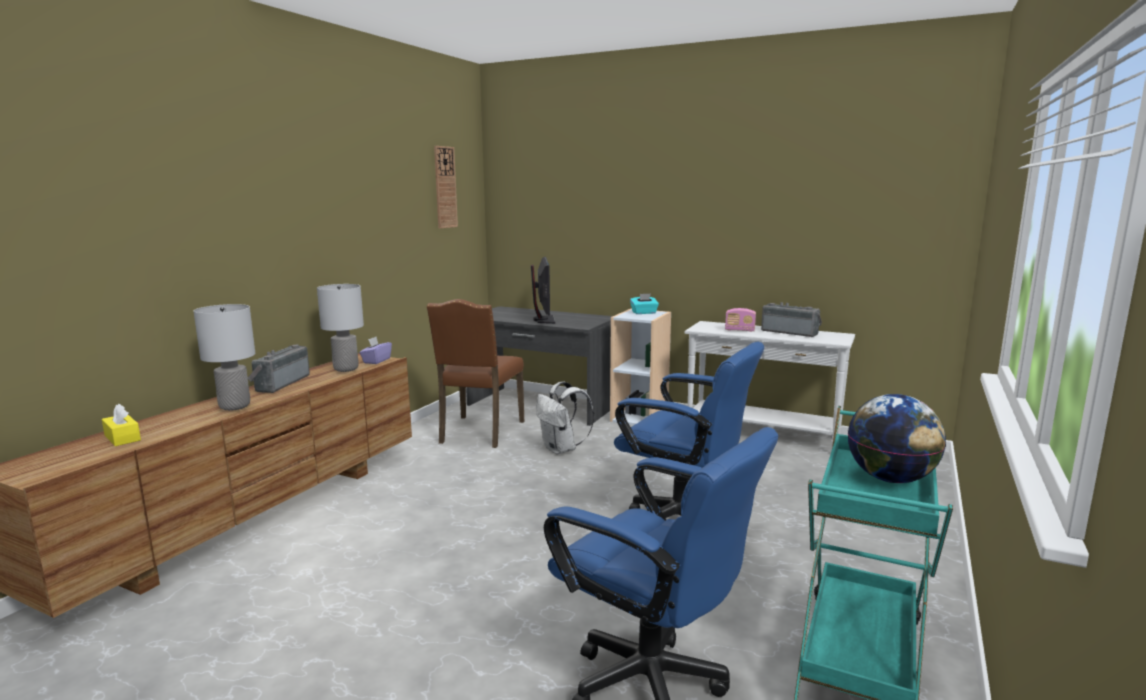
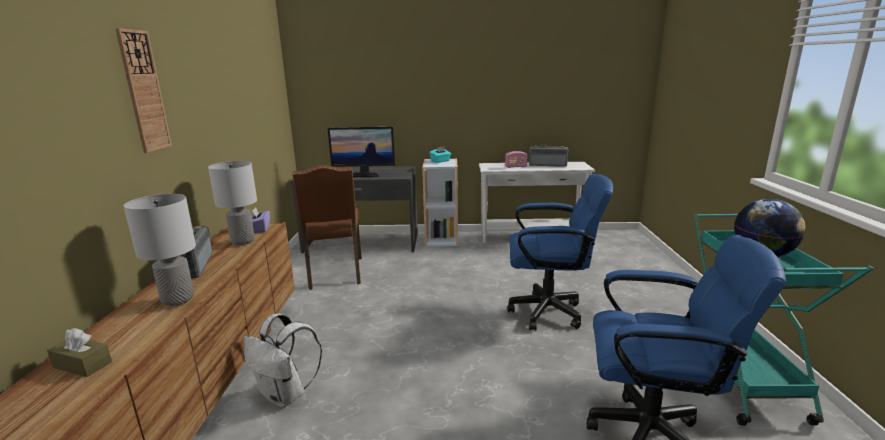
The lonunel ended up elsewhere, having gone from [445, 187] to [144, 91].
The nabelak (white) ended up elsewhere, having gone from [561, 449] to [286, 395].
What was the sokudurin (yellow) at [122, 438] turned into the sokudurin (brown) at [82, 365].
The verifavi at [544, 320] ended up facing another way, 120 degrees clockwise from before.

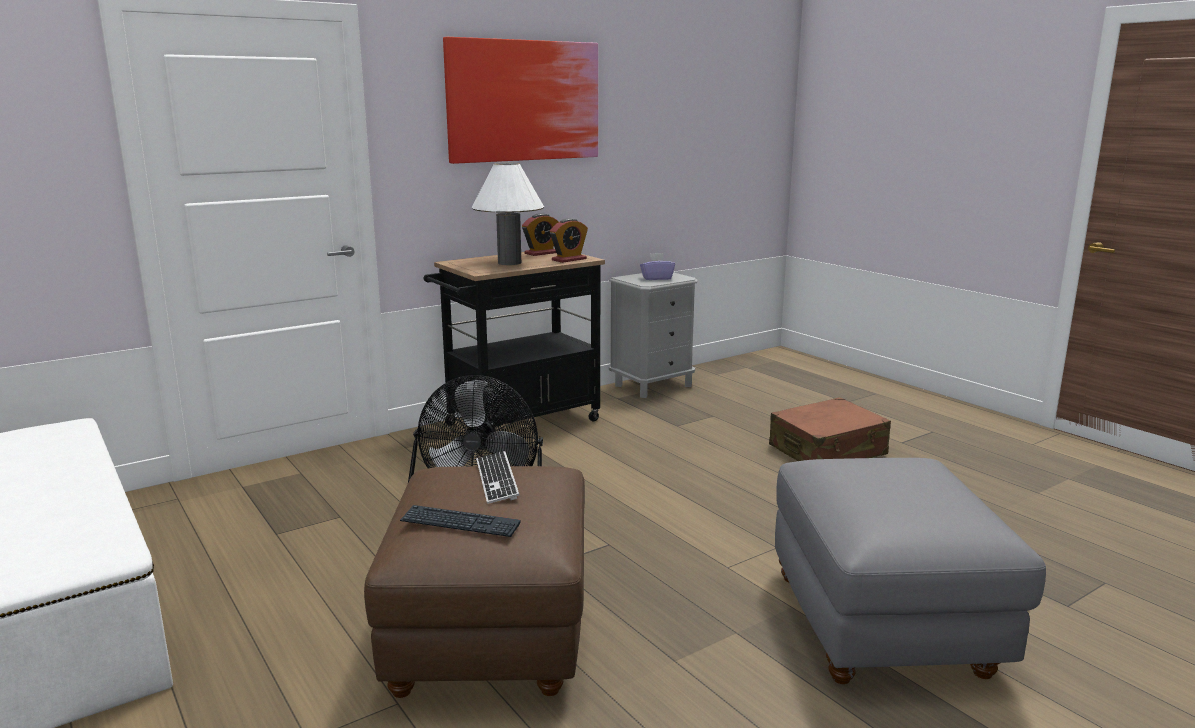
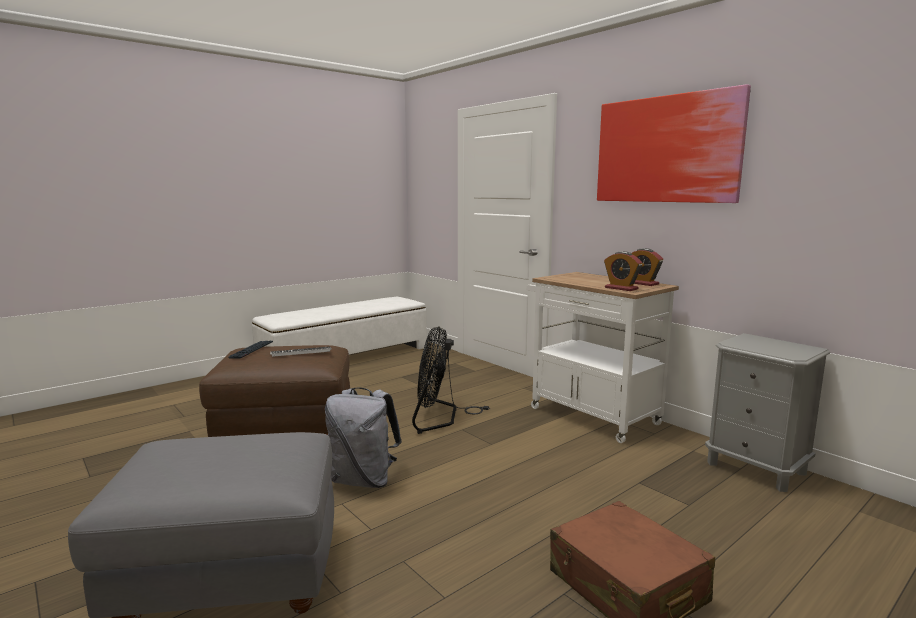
The second view lost the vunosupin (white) at [509, 263].
The second view lost the sokudurin (purple) at [656, 278].
The second view gained the nabelak (grey) at [364, 480].
What was the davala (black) at [518, 423] turned into the davala (white) at [590, 415].

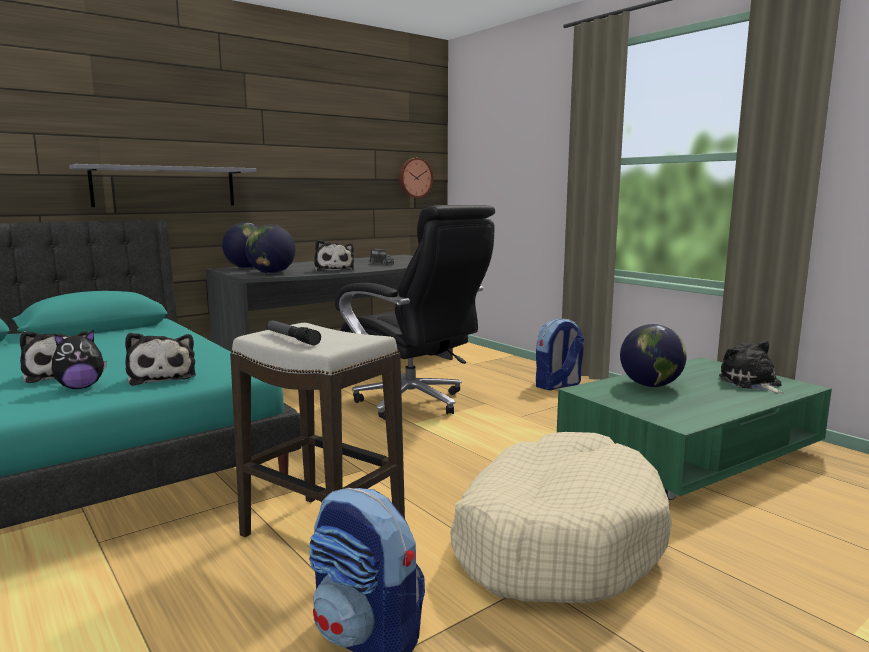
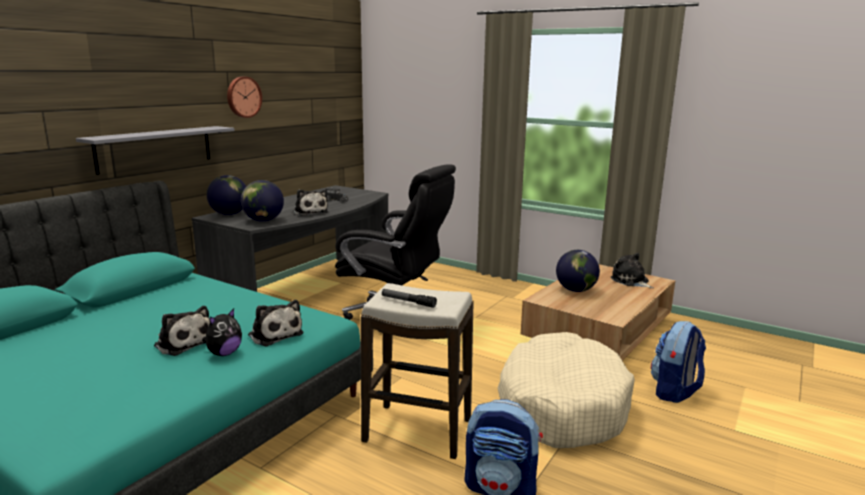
The lonunel ended up elsewhere, having gone from [414, 178] to [243, 97].
The nabelak ended up elsewhere, having gone from [557, 385] to [675, 392].
What was the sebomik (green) at [689, 453] turned into the sebomik (brown) at [598, 331].

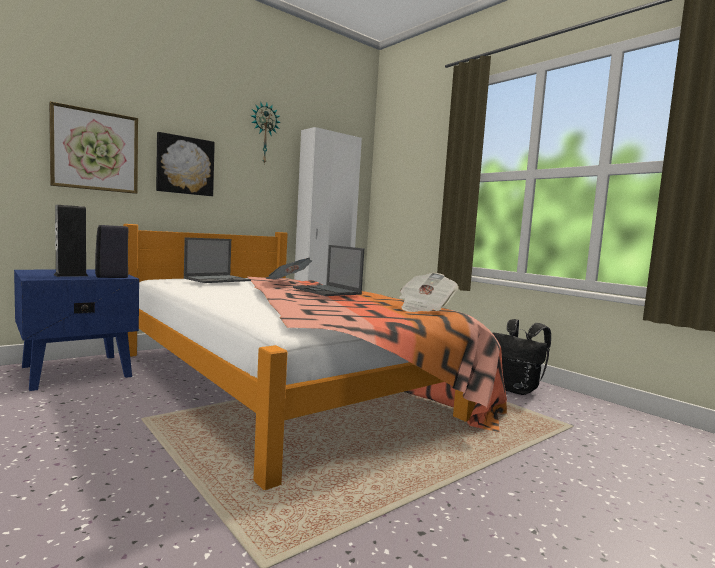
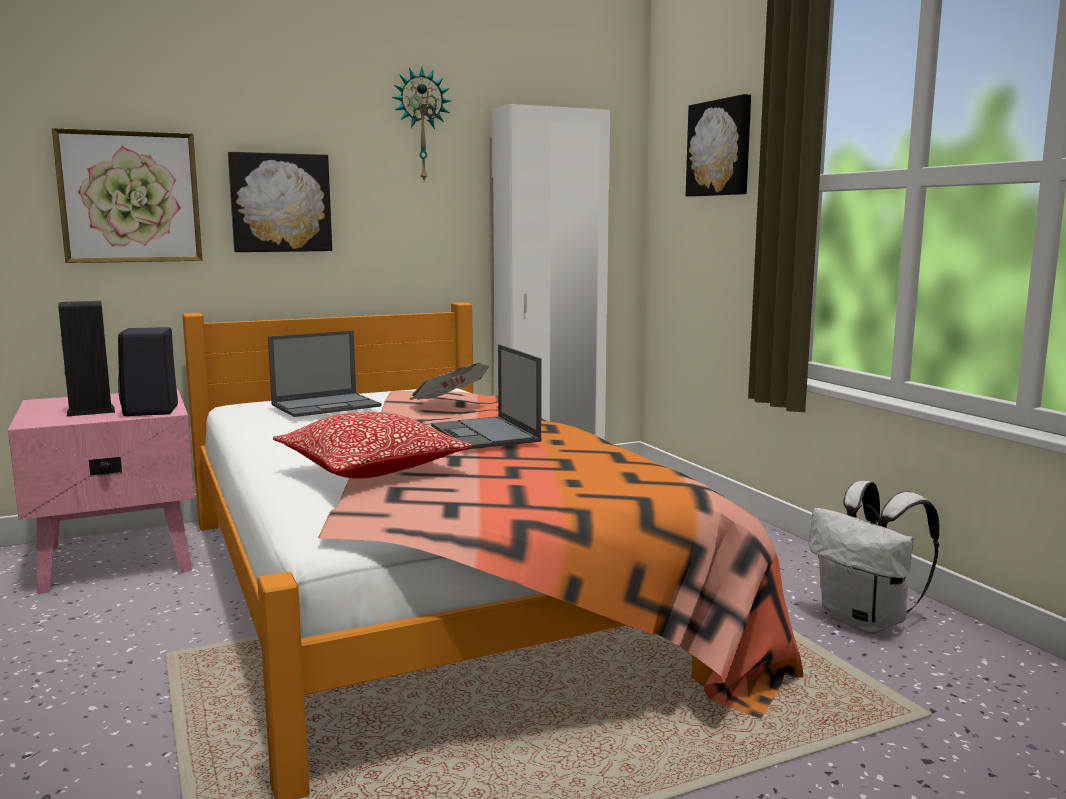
The second view lost the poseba at [424, 308].
The second view gained the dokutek at [371, 469].
The second view gained the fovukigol at [720, 148].
What was the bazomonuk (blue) at [77, 371] turned into the bazomonuk (pink) at [119, 558].
What was the nabelak (black) at [517, 390] turned into the nabelak (white) at [866, 621].

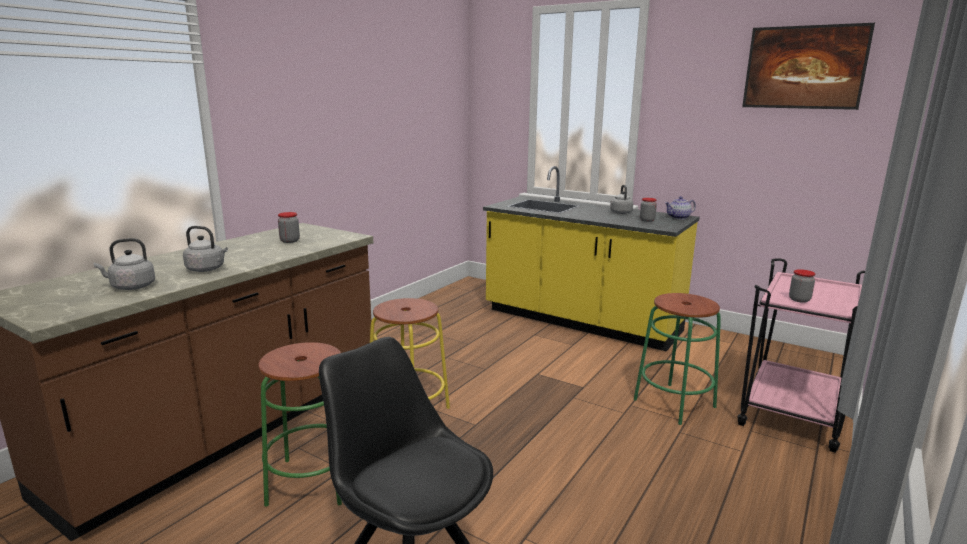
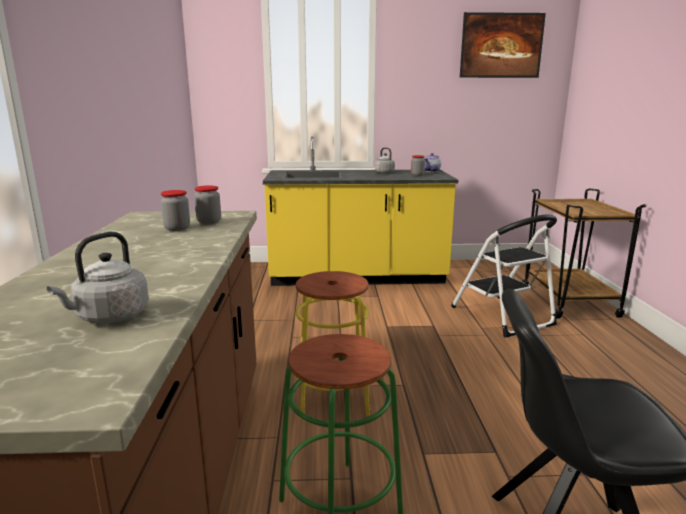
The second view lost the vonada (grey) at [207, 269].
The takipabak ended up elsewhere, having gone from [799, 300] to [209, 222].
Where the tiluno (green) stood at [674, 403], the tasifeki came to stand at [503, 317].
What was the davala (pink) at [791, 414] turned into the davala (brown) at [569, 302].

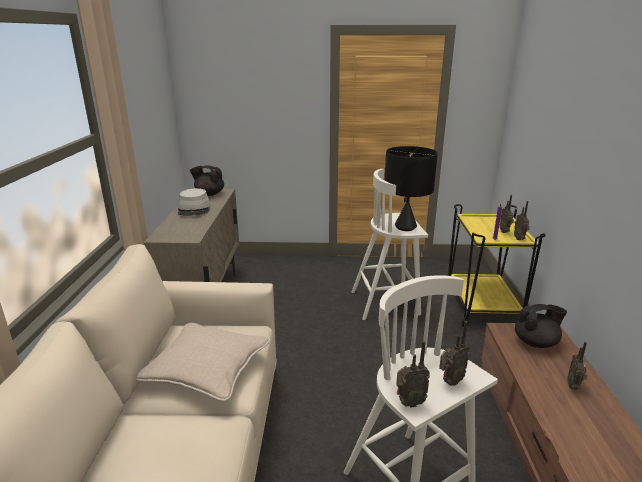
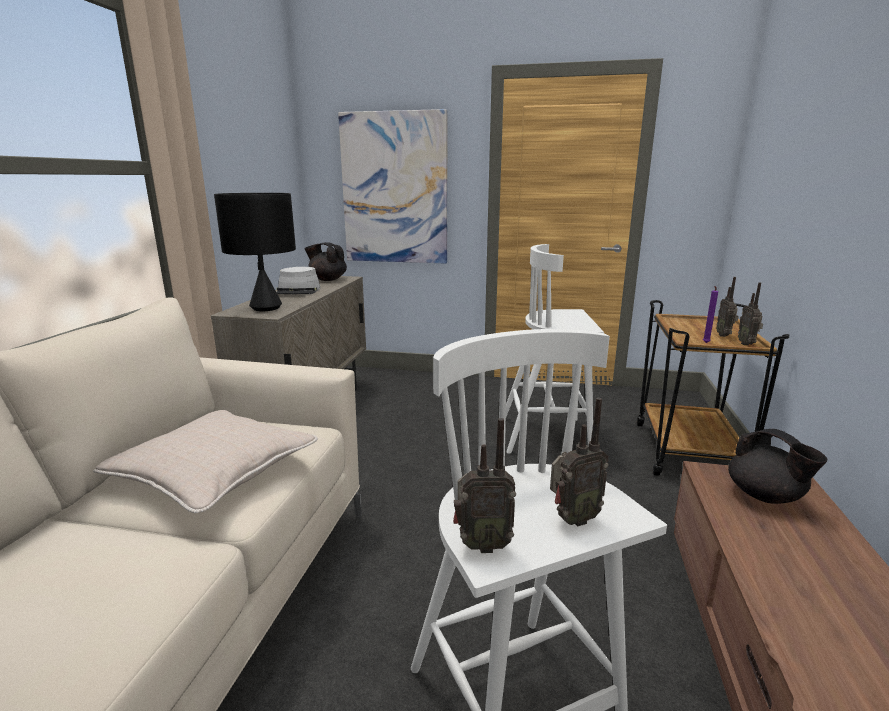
The second view lost the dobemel at [573, 386].
The second view gained the fovukigol at [395, 189].
The vunosupin (black) ended up elsewhere, having gone from [405, 228] to [266, 308].
What was the davala (yellow) at [481, 308] turned into the davala (brown) at [687, 453].
The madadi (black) at [536, 342] ended up facing another way, 60 degrees clockwise from before.

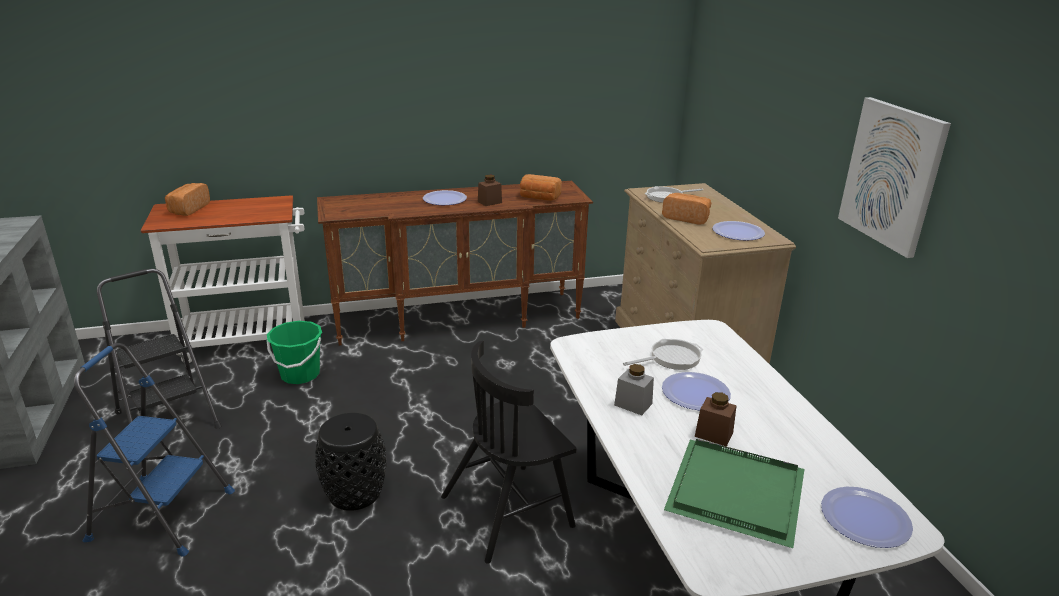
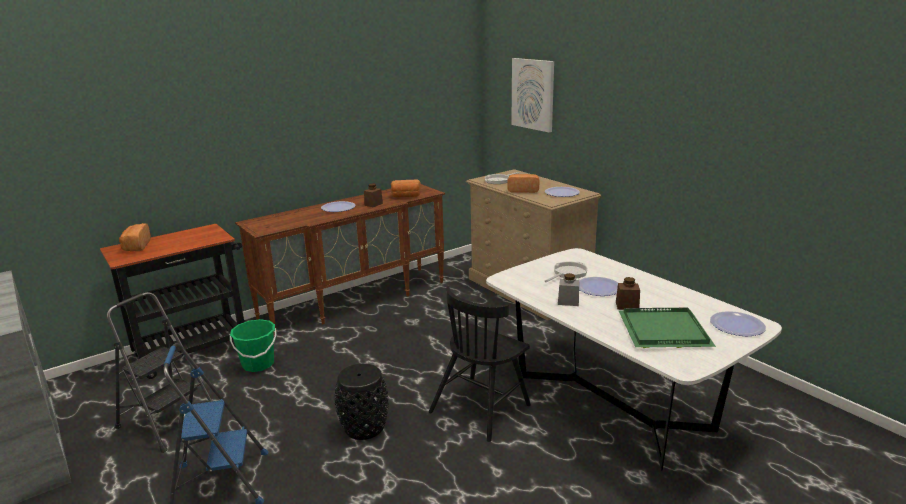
The fovukigol ended up elsewhere, having gone from [891, 175] to [533, 94].
What was the davala (white) at [248, 341] turned into the davala (black) at [194, 352].

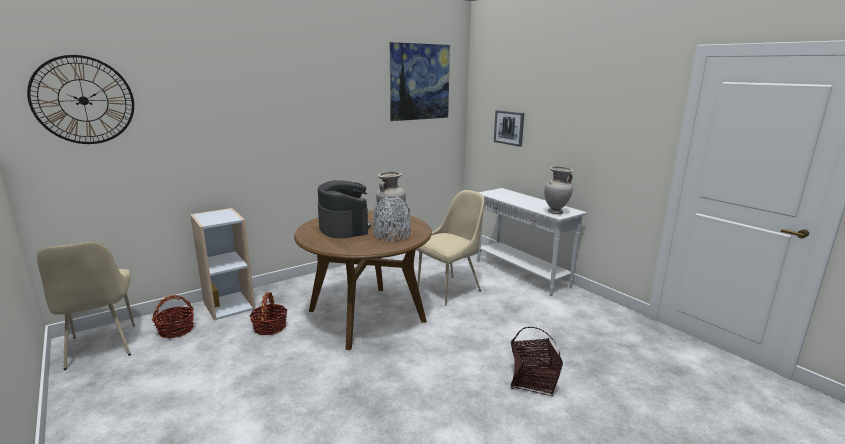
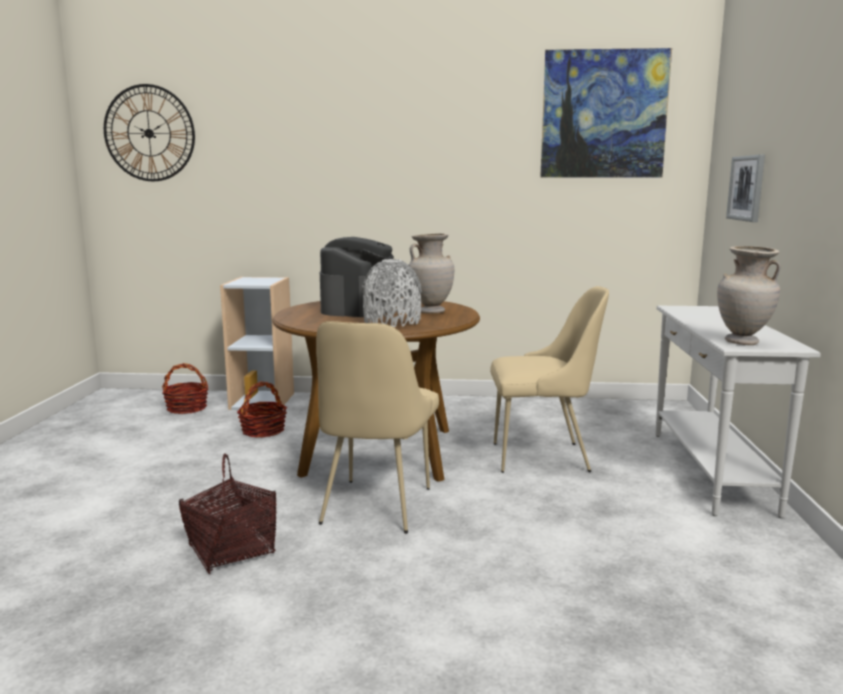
The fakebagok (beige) ended up elsewhere, having gone from [102, 346] to [377, 506].
The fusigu ended up elsewhere, having gone from [532, 380] to [231, 550].

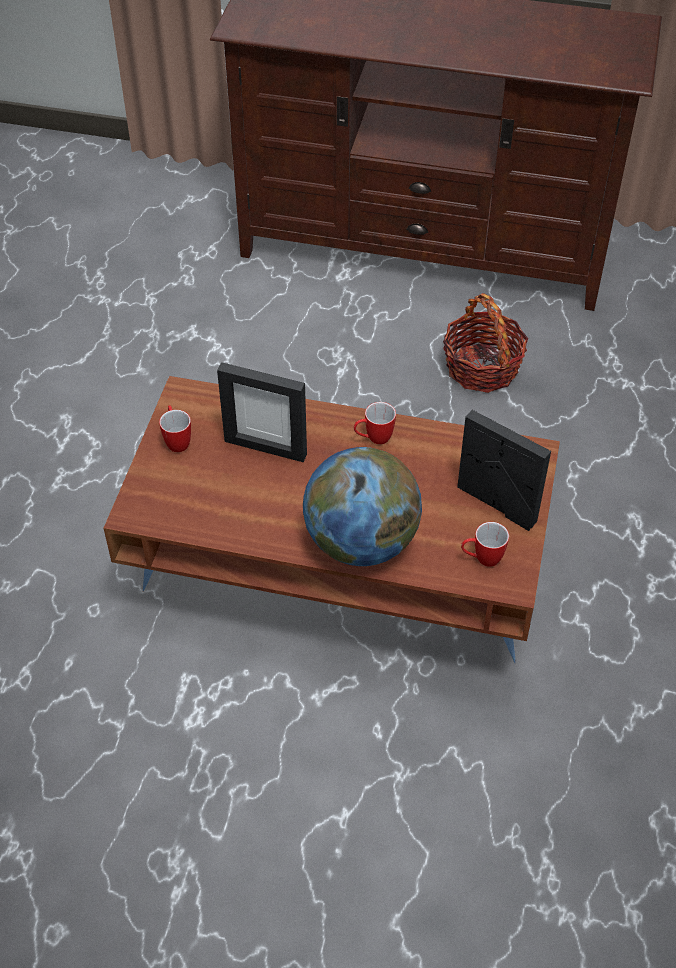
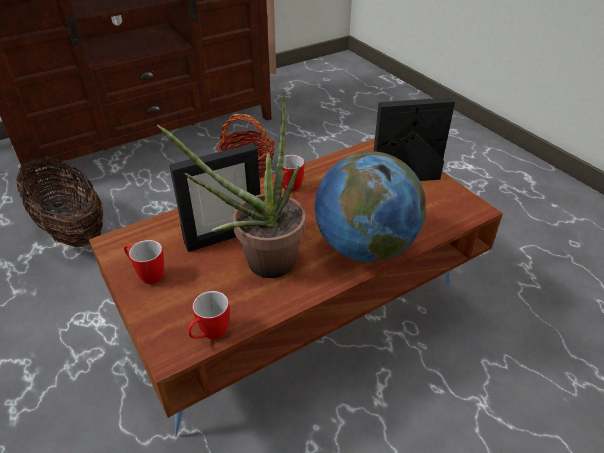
The second view gained the fusigu at [72, 230].
The second view gained the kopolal at [261, 265].
The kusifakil ended up elsewhere, having gone from [481, 559] to [210, 335].

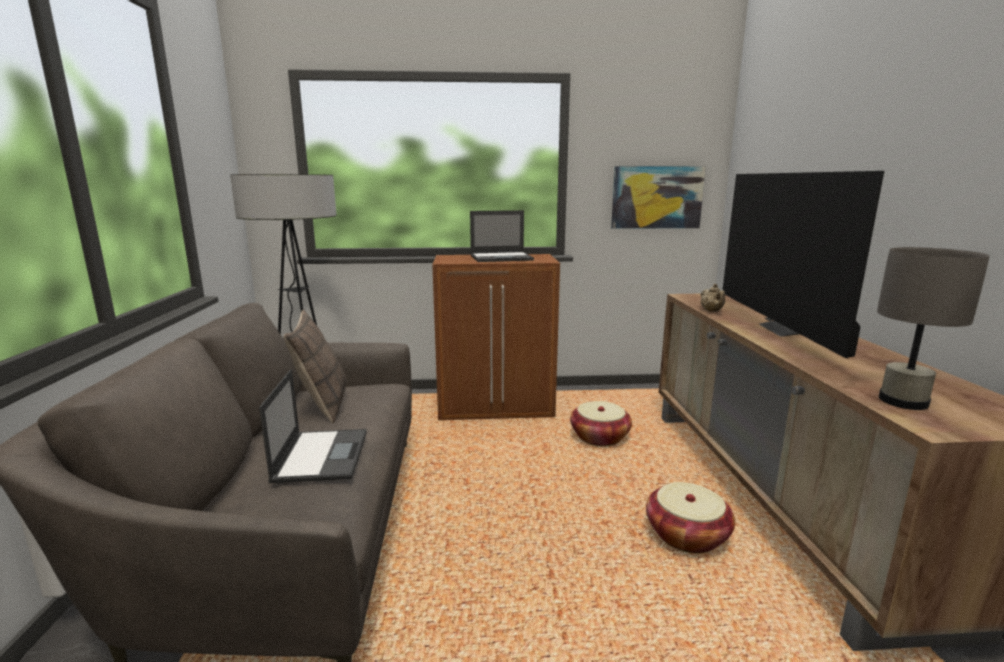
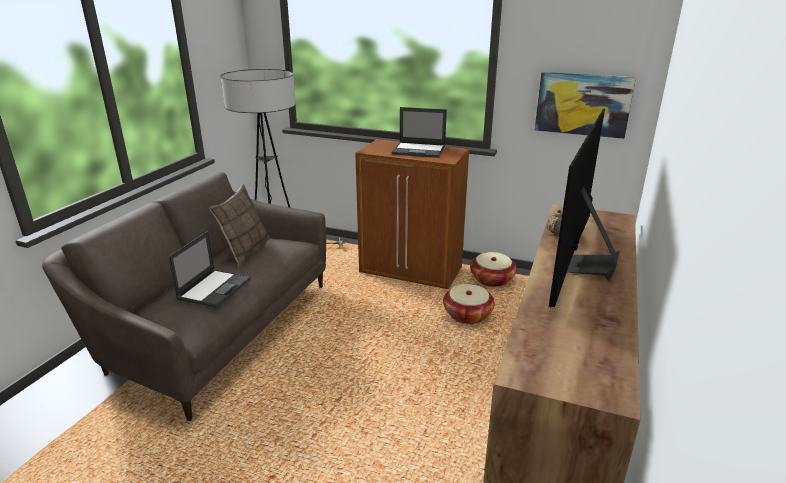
The second view lost the vunosupin (grey) at [904, 401].
The fusigu ended up elsewhere, having gone from [686, 535] to [492, 279].

